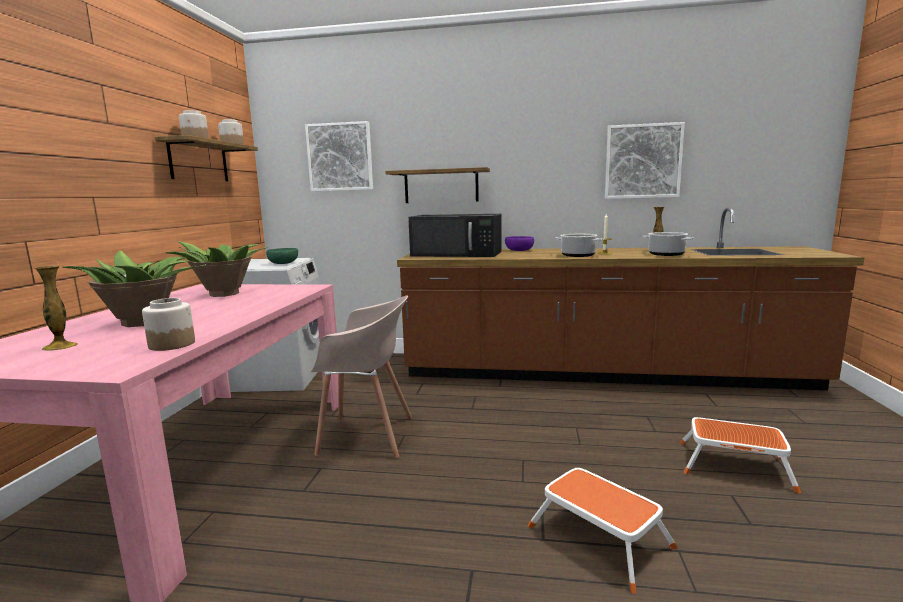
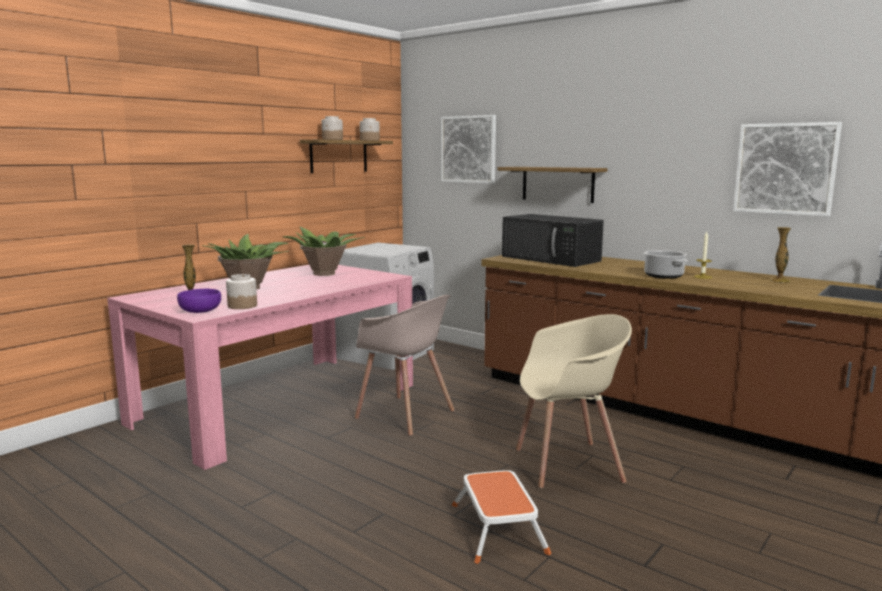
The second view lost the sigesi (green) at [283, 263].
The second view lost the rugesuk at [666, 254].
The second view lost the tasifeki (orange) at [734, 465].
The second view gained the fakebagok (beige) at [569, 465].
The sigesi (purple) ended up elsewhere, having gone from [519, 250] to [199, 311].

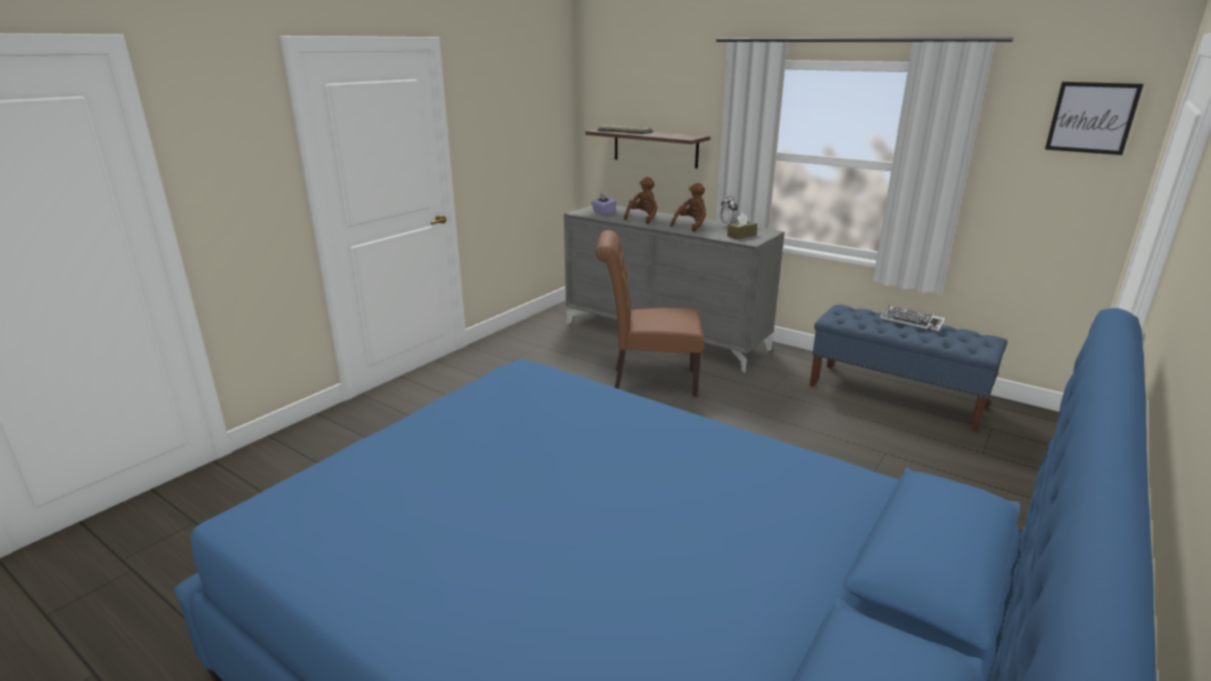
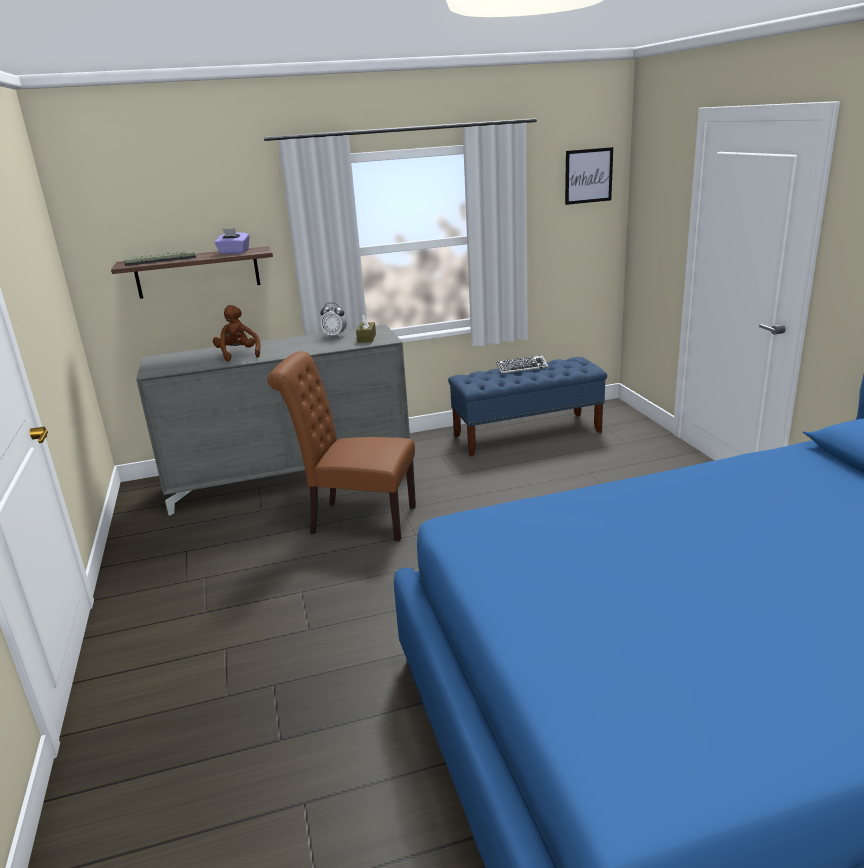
The second view lost the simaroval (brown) at [691, 226].
The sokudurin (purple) ended up elsewhere, having gone from [603, 212] to [234, 252].
The fakebagok (brown) at [648, 381] ended up facing another way, 60 degrees clockwise from before.

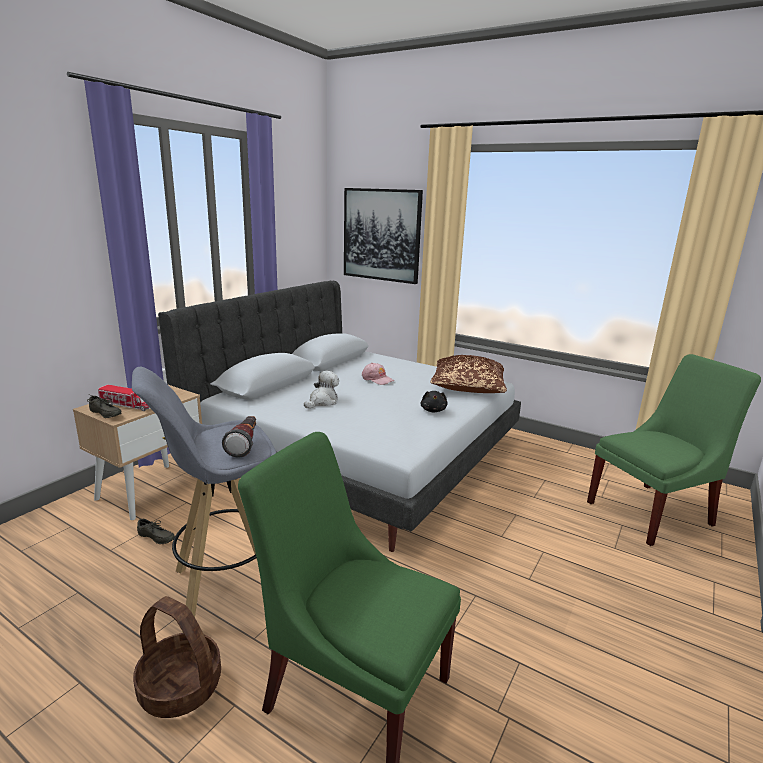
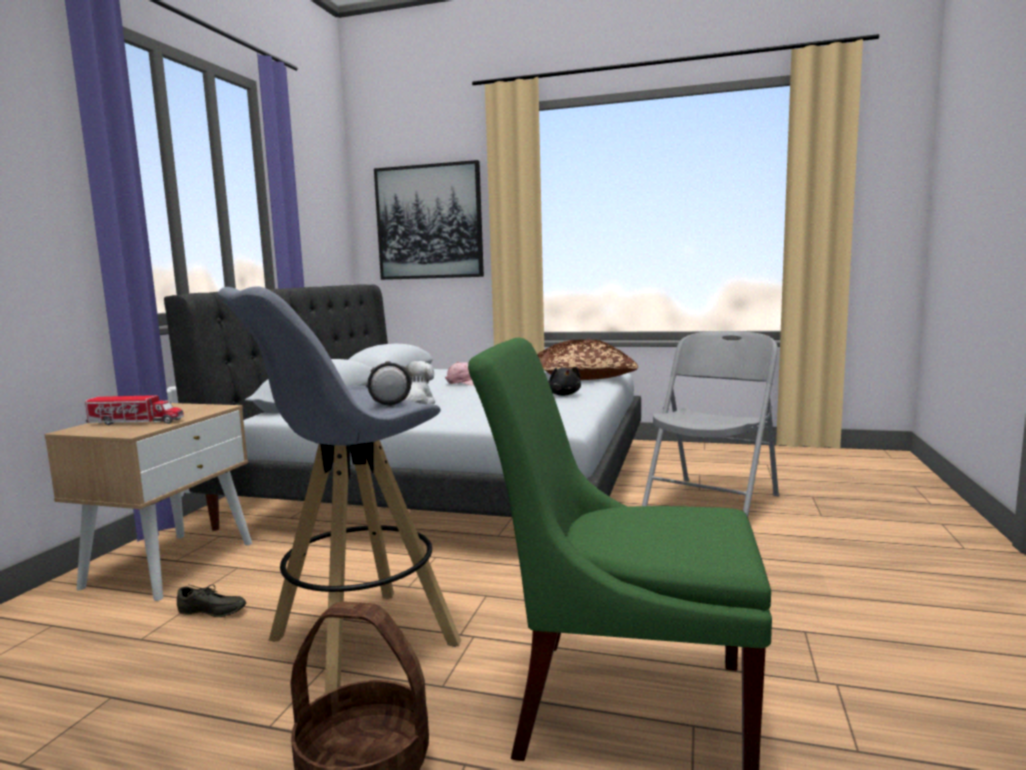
The second view lost the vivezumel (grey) at [104, 414].
The second view lost the fakebagok (green) at [653, 512].
The second view gained the fakebagok (grey) at [712, 503].

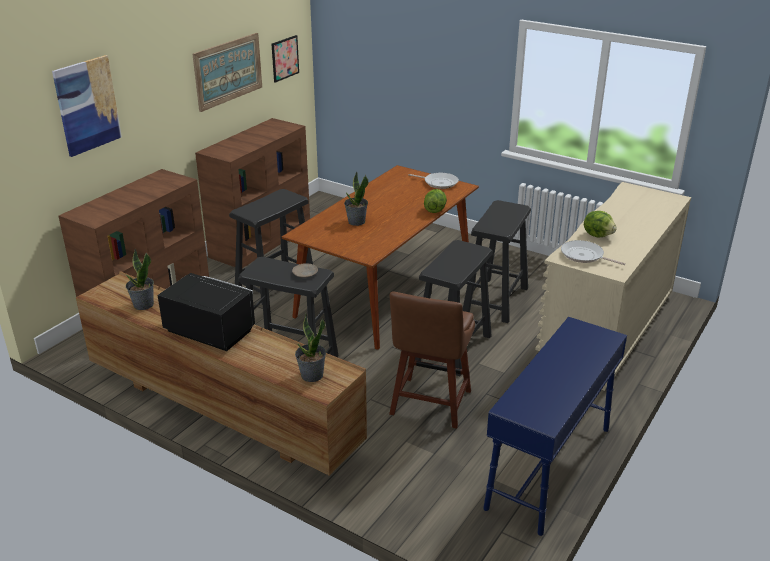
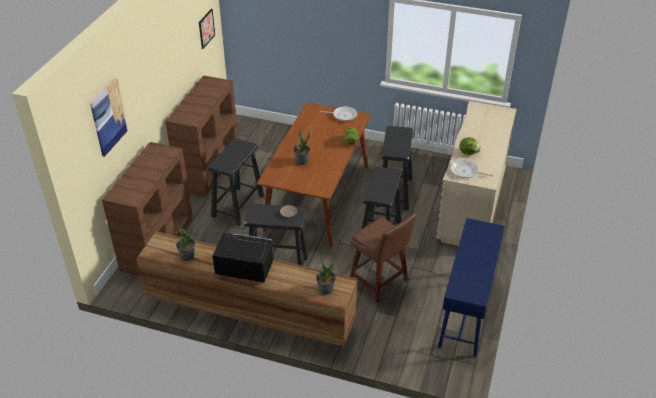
The second view lost the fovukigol at [228, 71].
The fakebagok (brown) at [429, 405] ended up facing another way, 45 degrees counterclockwise from before.

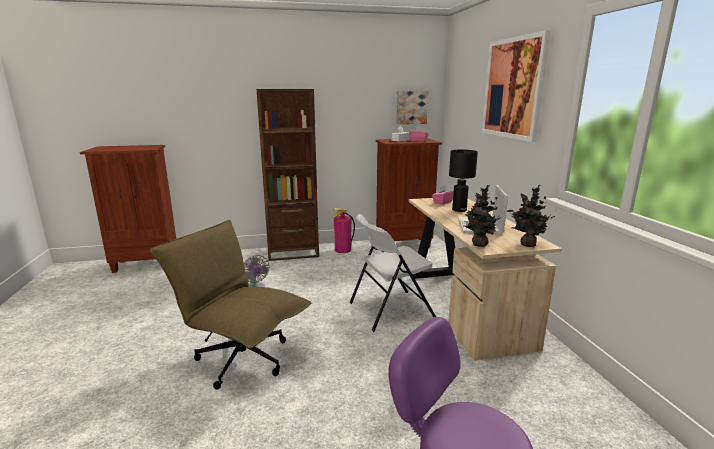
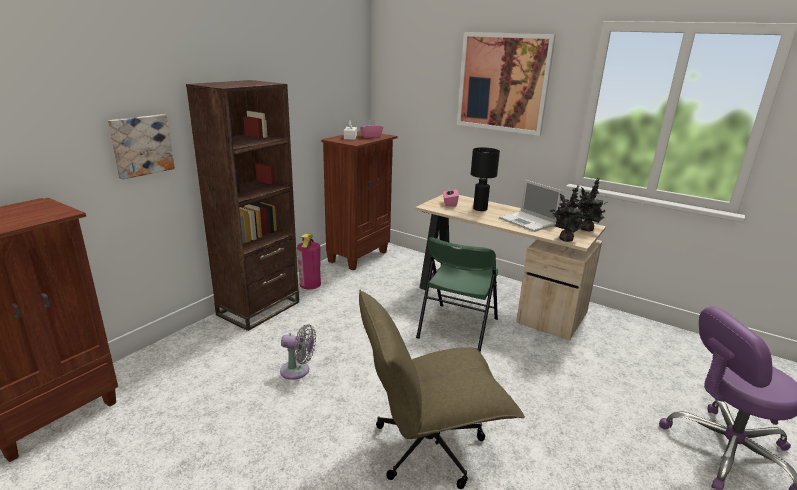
The fovukigol ended up elsewhere, having gone from [411, 107] to [141, 145].
What was the fakebagok (white) at [391, 310] turned into the fakebagok (green) at [458, 328].

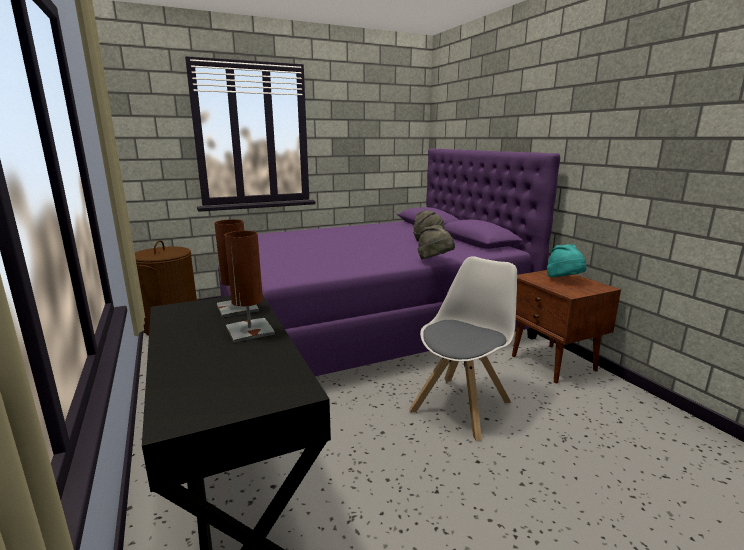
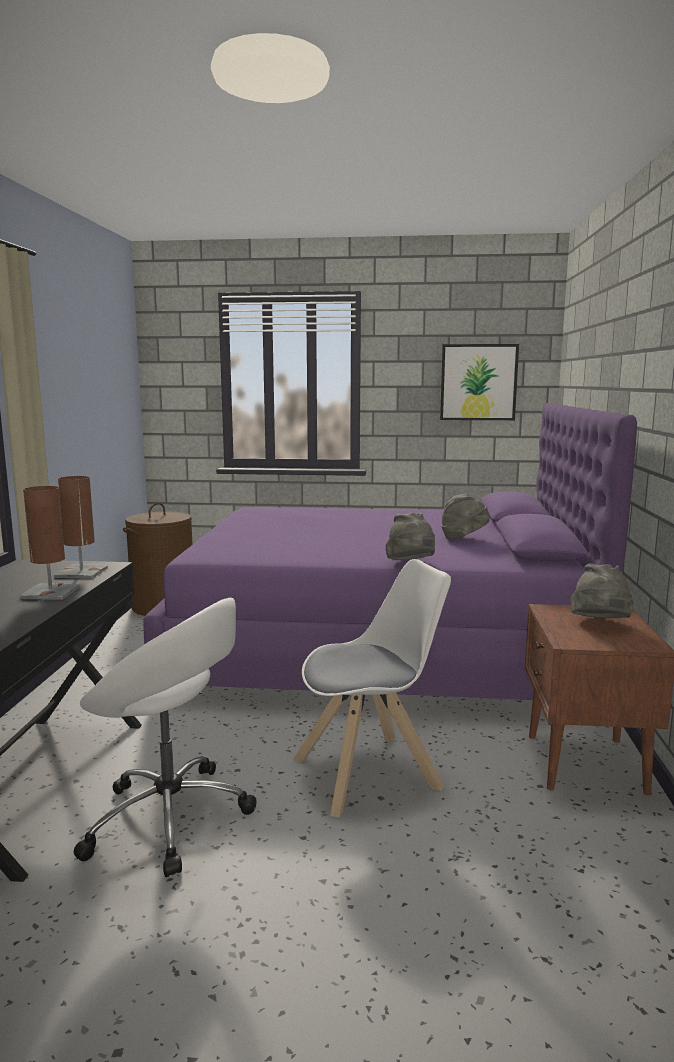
The second view gained the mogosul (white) at [172, 818].
The second view gained the fovukigol at [478, 382].
What was the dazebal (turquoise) at [564, 280] turned into the dazebal (grey) at [600, 624].

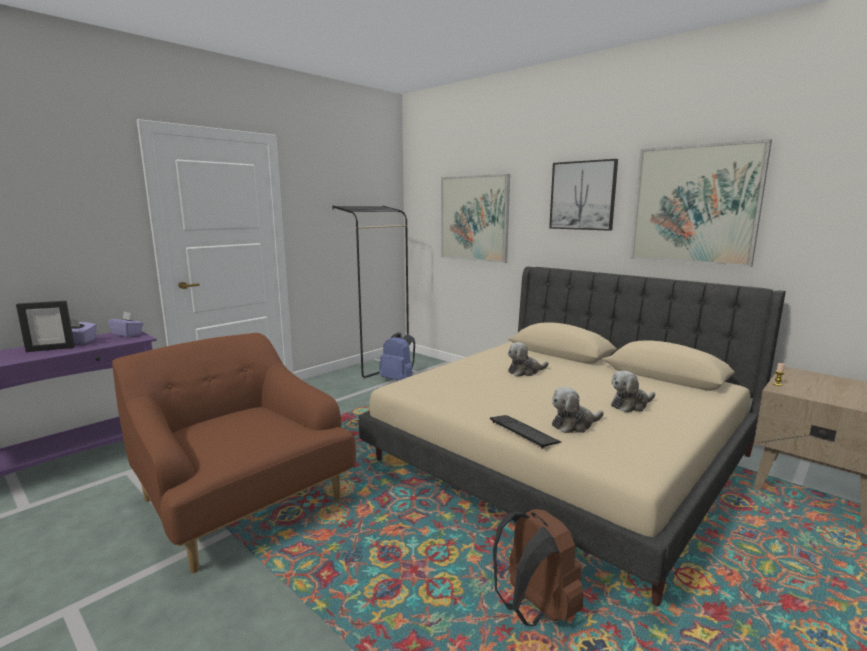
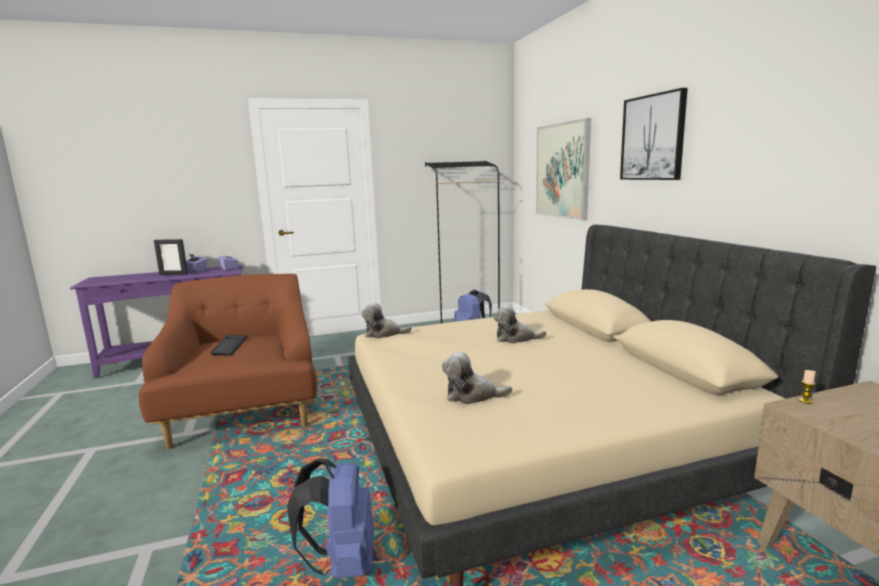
The second view lost the fovukigol at [694, 205].
The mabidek ended up elsewhere, having gone from [523, 432] to [230, 346].
The simaroval ended up elsewhere, having gone from [630, 405] to [383, 334].
What was the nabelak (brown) at [534, 609] turned into the nabelak (blue) at [343, 563].

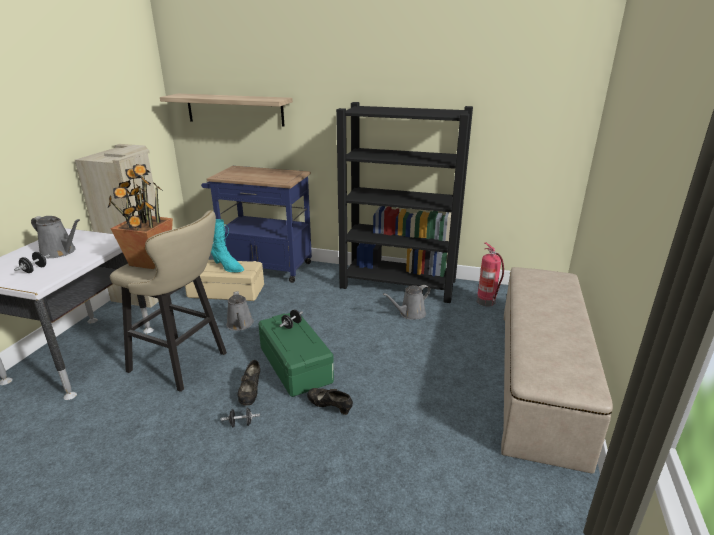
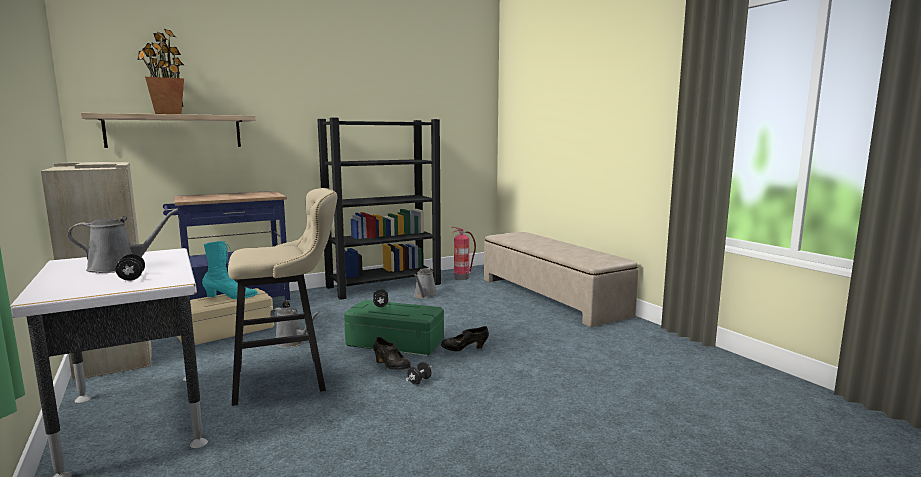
The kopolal ended up elsewhere, having gone from [149, 261] to [167, 114].

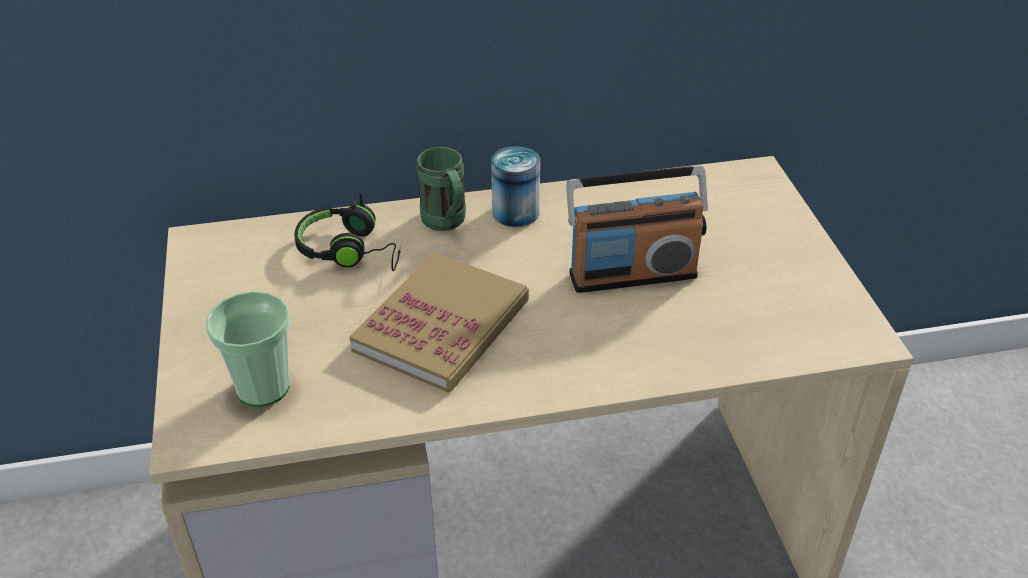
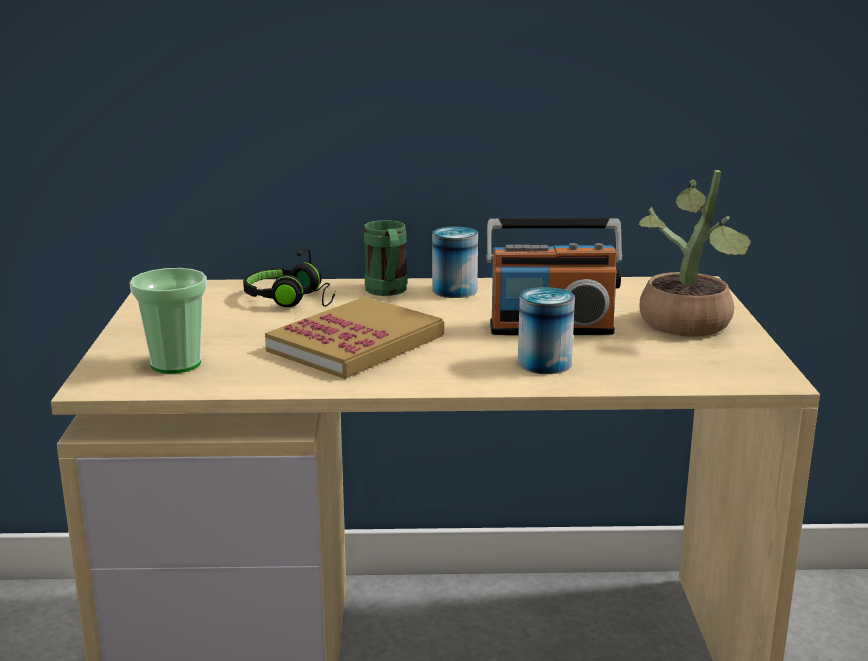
The second view gained the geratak at [544, 363].
The second view gained the kopolal at [688, 327].

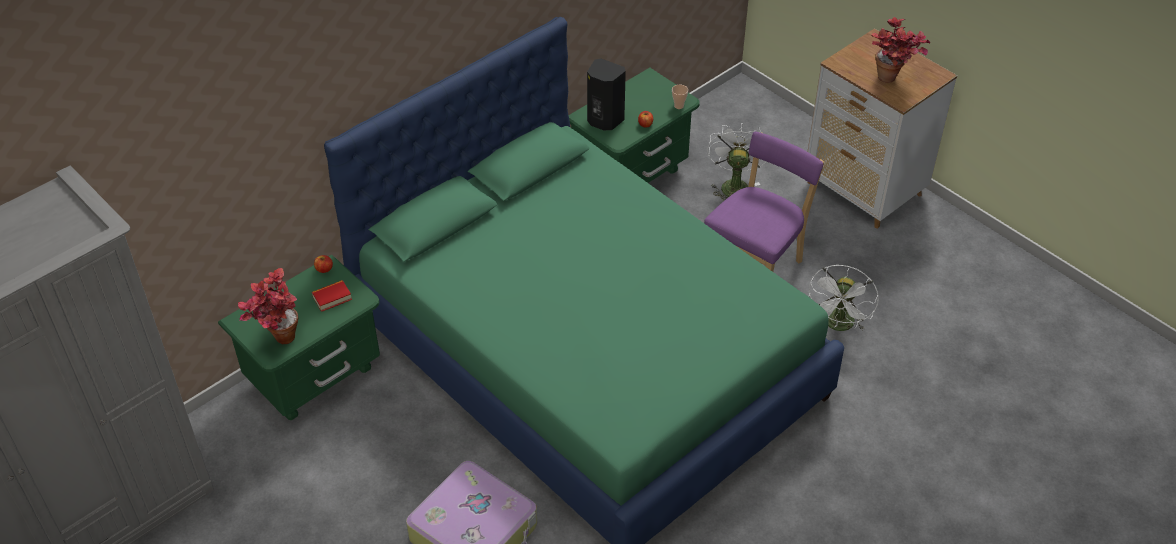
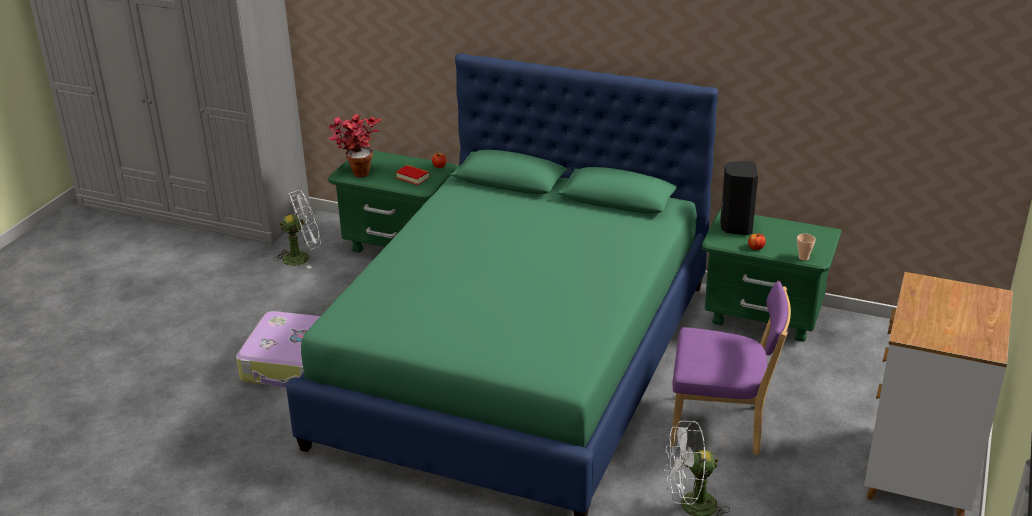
The second view lost the kopolal at [892, 80].
The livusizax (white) ended up elsewhere, having gone from [734, 184] to [302, 257].

